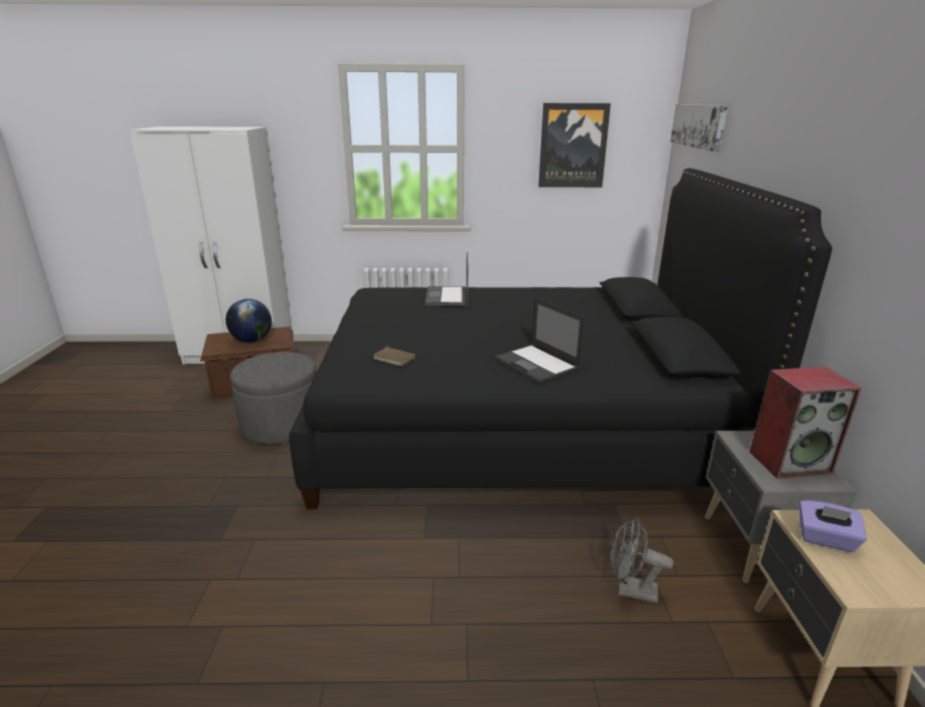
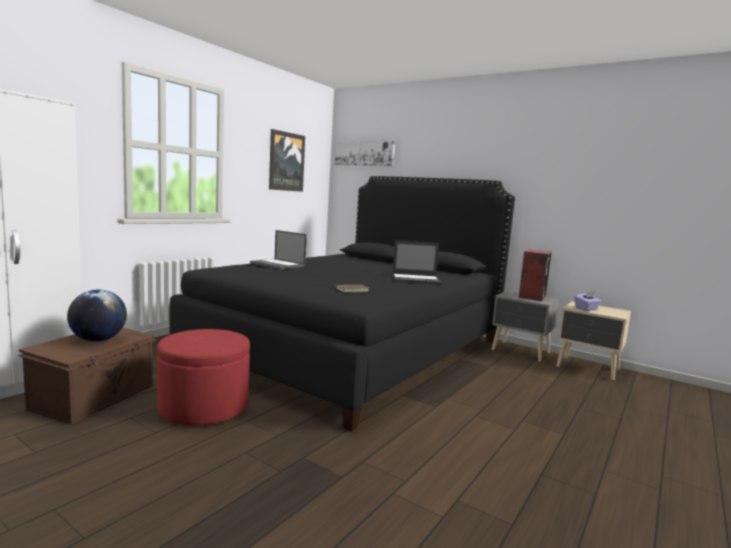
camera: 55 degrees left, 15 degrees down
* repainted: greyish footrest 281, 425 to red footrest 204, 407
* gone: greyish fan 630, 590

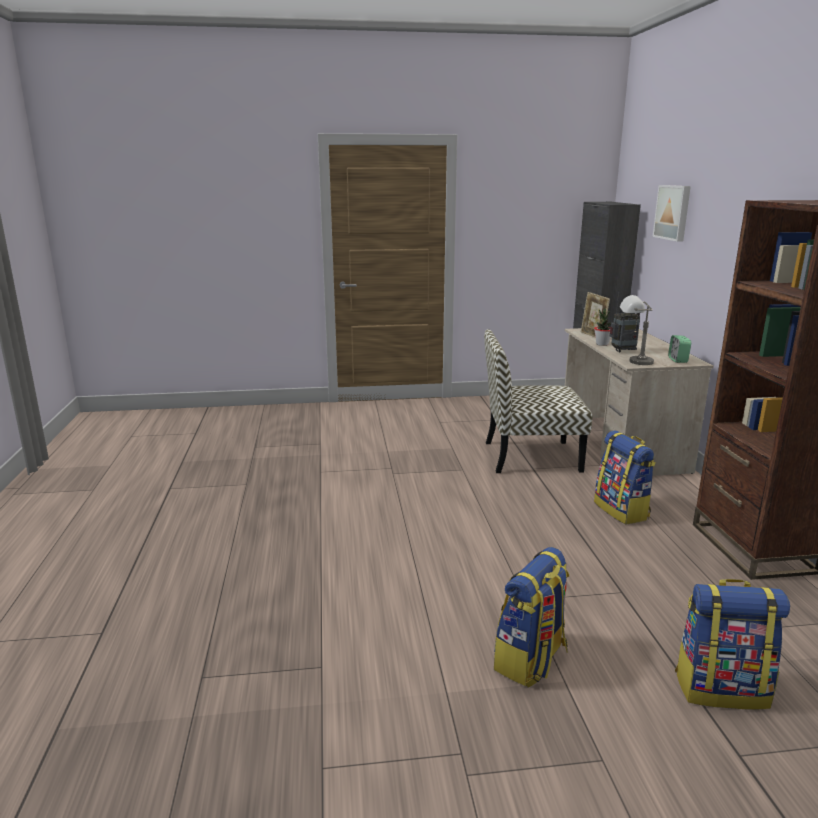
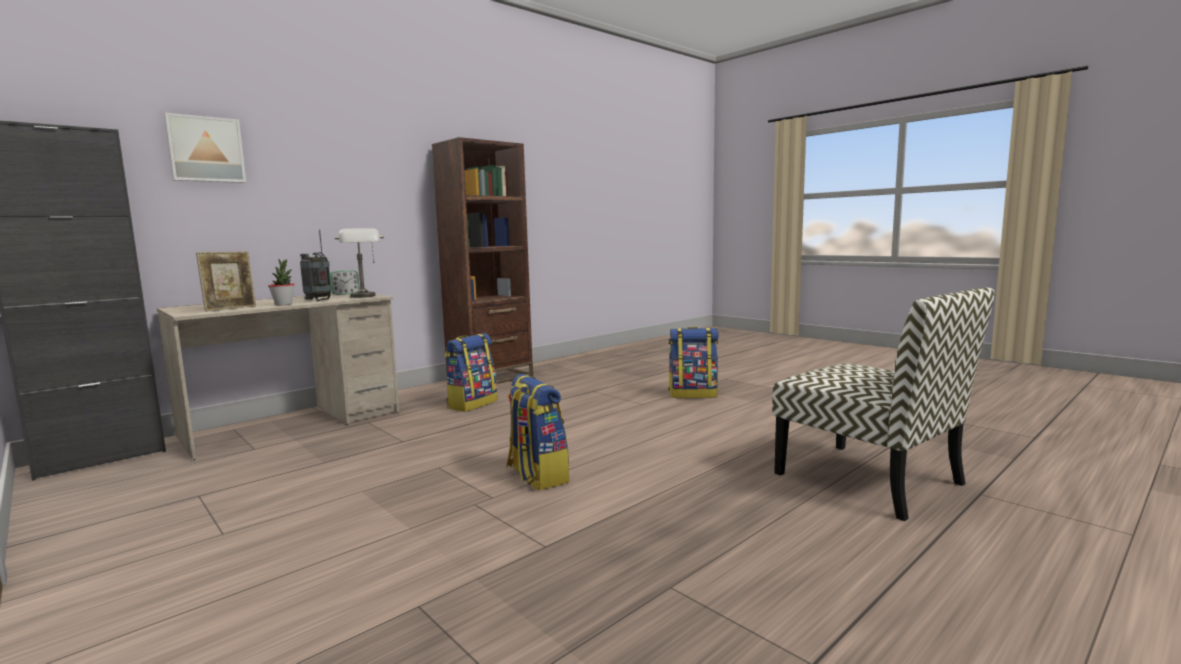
camera: 125 degrees left, 10 degrees down
* shifted: knapsack 721, 688 to 536, 476
* shifted: upright chair 530, 457 to 870, 479

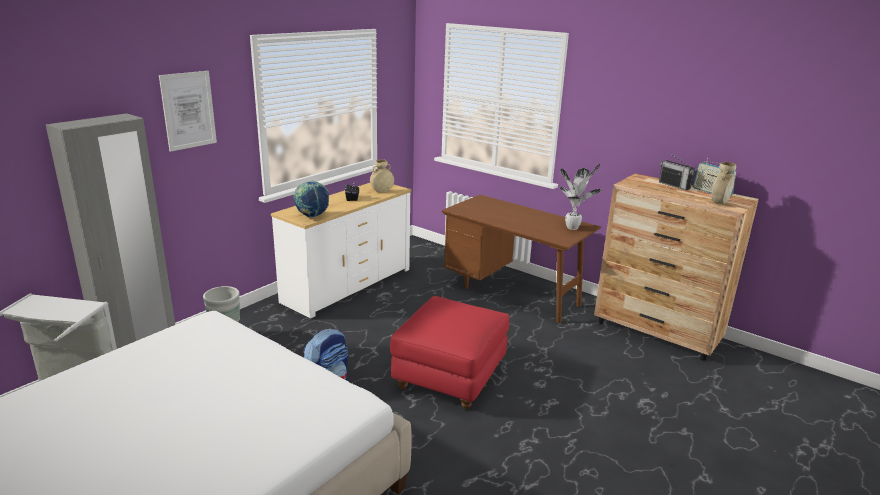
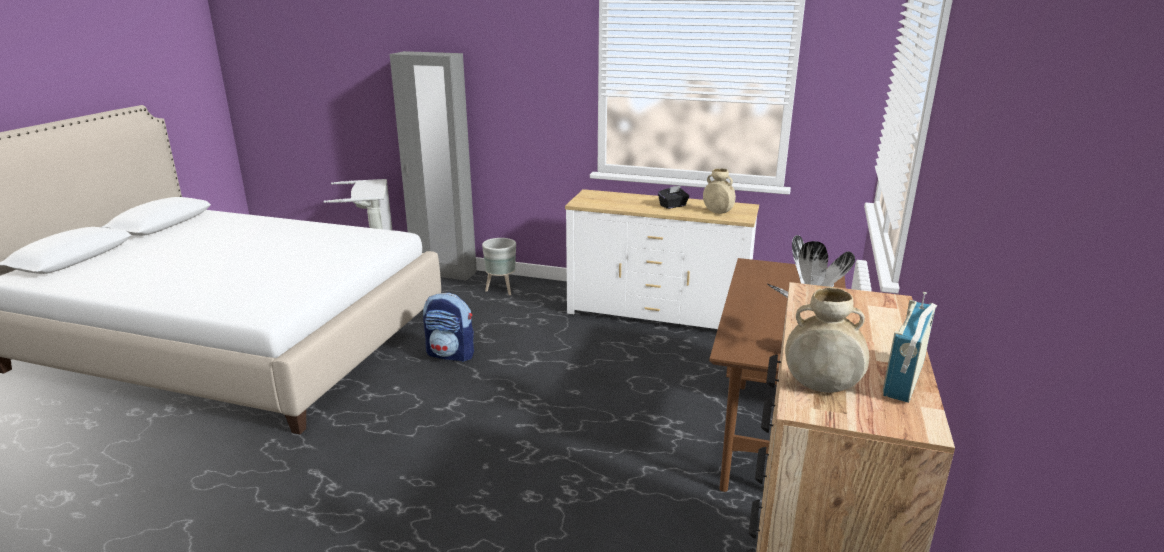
camera: 70 degrees right, 0 degrees up
* gone: wall picture 188, 110
* gone: globe 312, 216
* gone: red footrest 449, 377
* gone: radio 674, 185

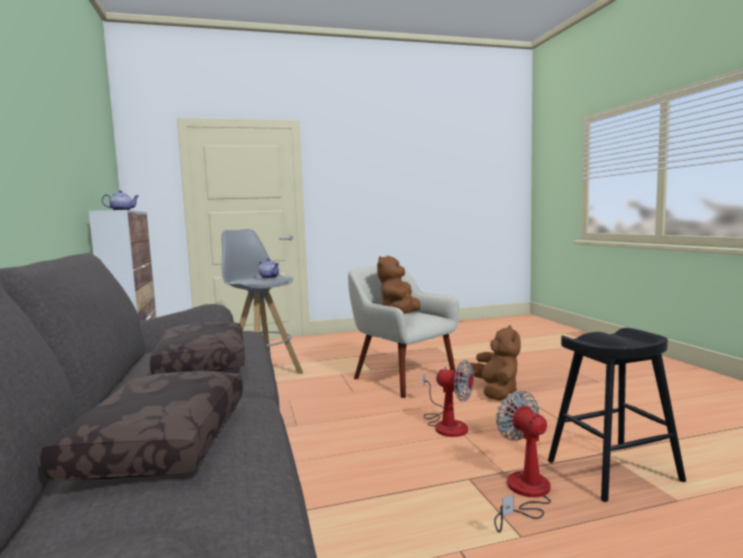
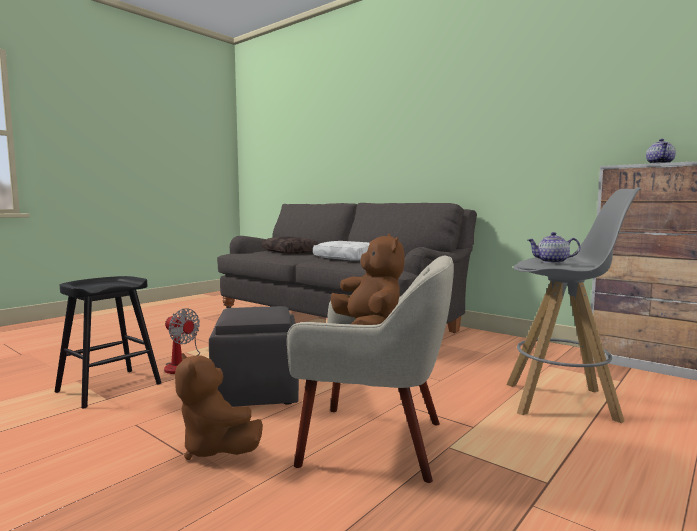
camera: 145 degrees right, 0 degrees up
* swapped: fan 447, 424 to greyish footrest 257, 392
* repainted: brownish throw pillow 201, 362 to white throw pillow 348, 258

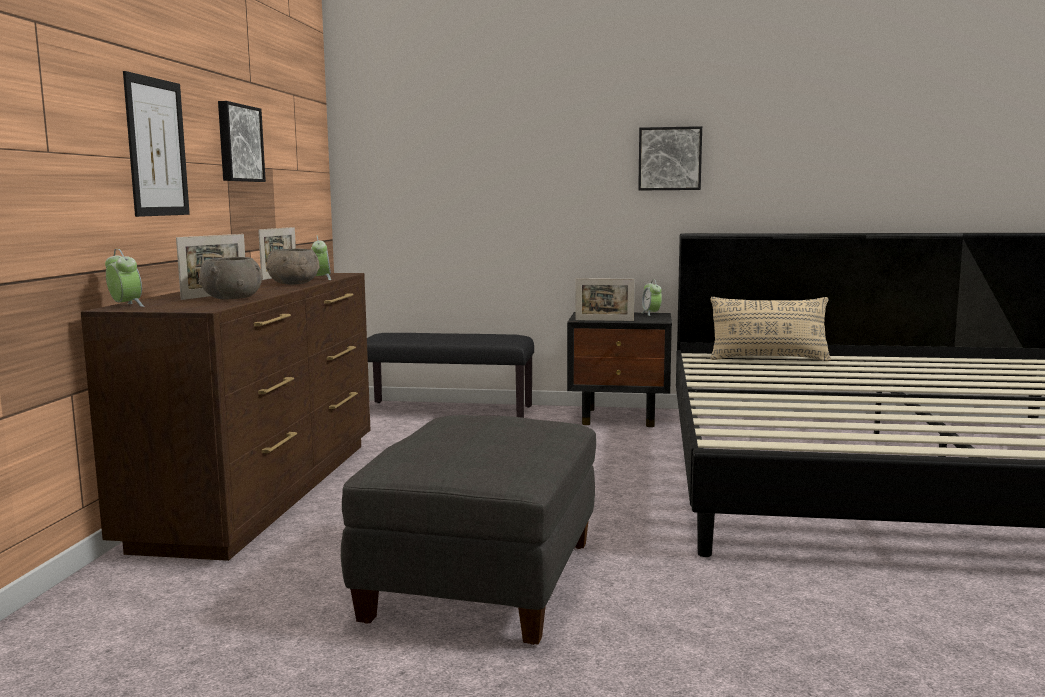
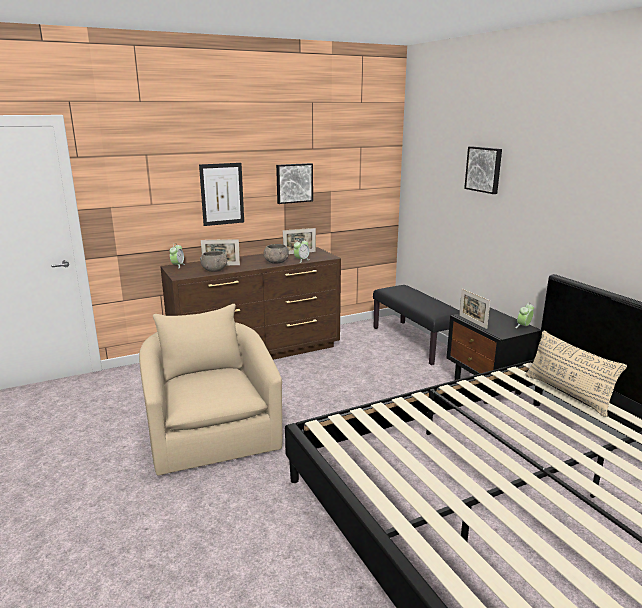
camera: 55 degrees right, 10 degrees up
* swapped: greyish footrest 482, 580 to beige-coloured lounge chair 212, 433
* shifted: wall picture 669, 159 to 484, 169

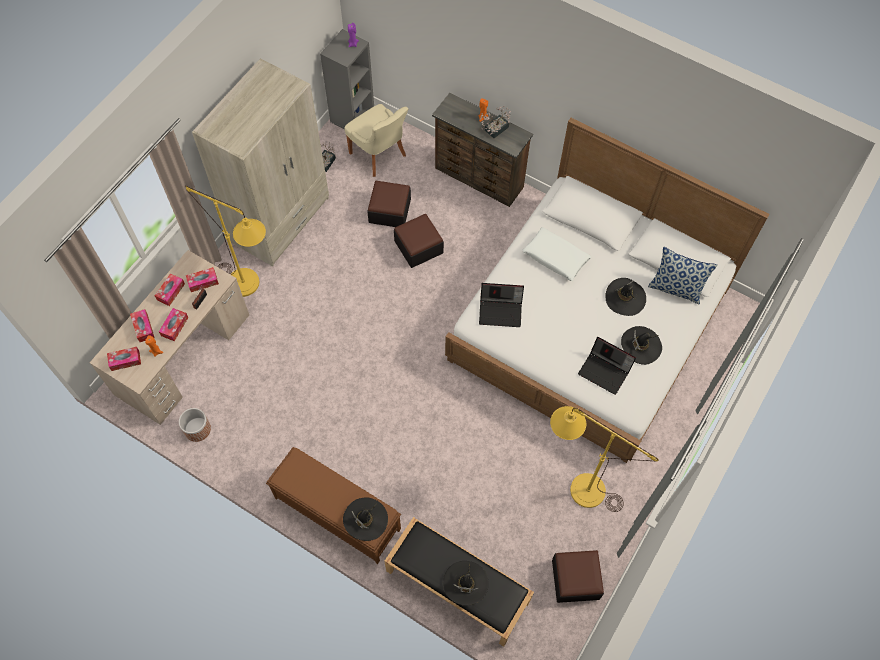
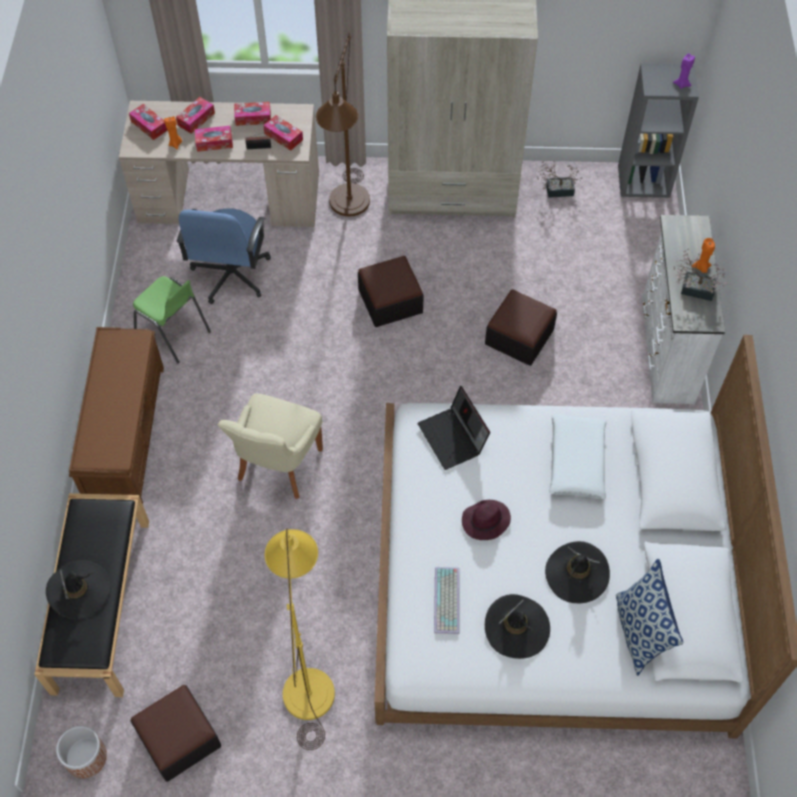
camera: 60 degrees right, 5 degrees down
* shifted: planter 197, 429 to 85, 757
* new: green-coloured upright chair 173, 333
* new: blue-coloured desk chair 231, 275
* shifted: beige-coloured upright chair 379, 155 to 277, 466
* repainted: yellow standard lamp 250, 287 to brownish standard lamp 348, 210
* shifted: footrest 389, 211 to 390, 301
* swapped: laptop 605, 371 to keyboard 448, 601
* new: purplish hat 485, 521
* repainted: brownish dresser 479, 179 to white dresser 665, 349
* gone: black hat 365, 519

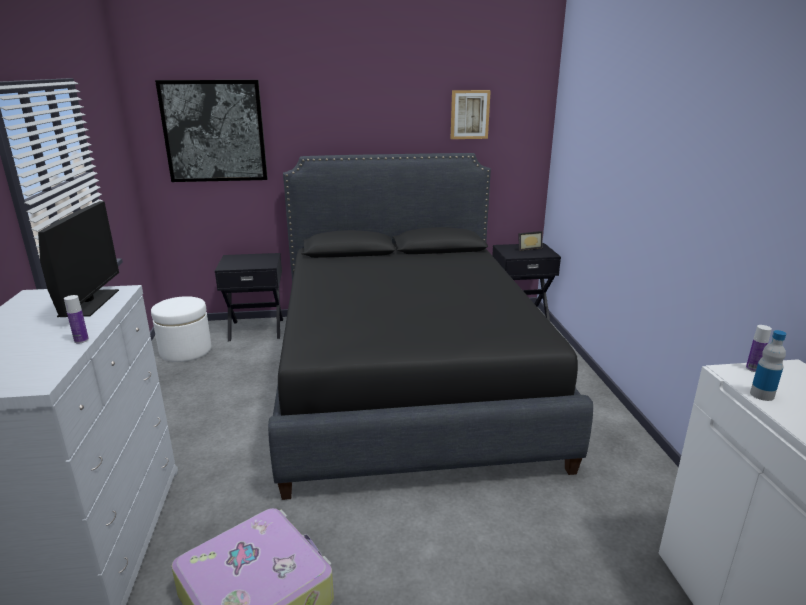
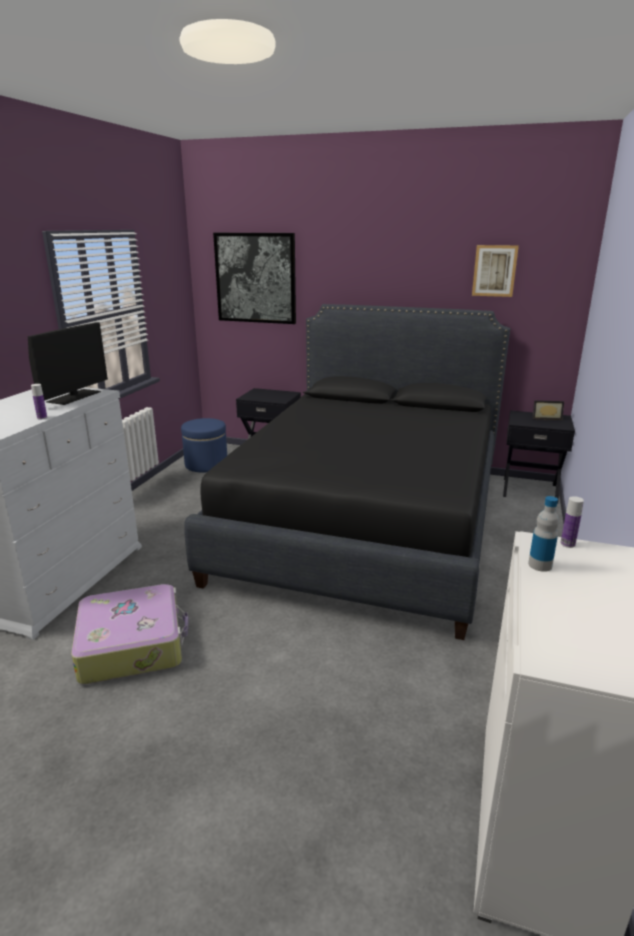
camera: 25 degrees right, 0 degrees up
* repainted: white footrest 185, 350 to blue-coloured footrest 206, 464

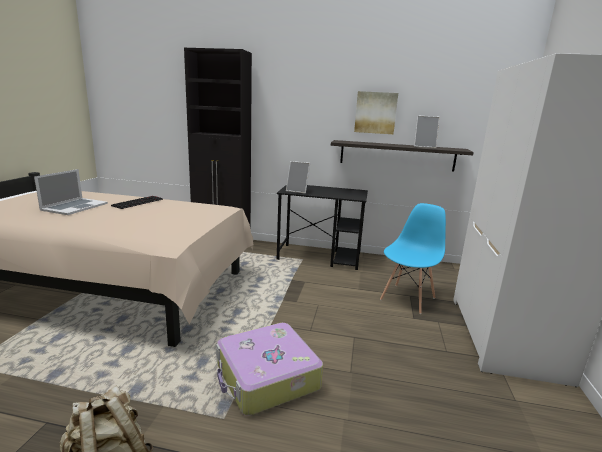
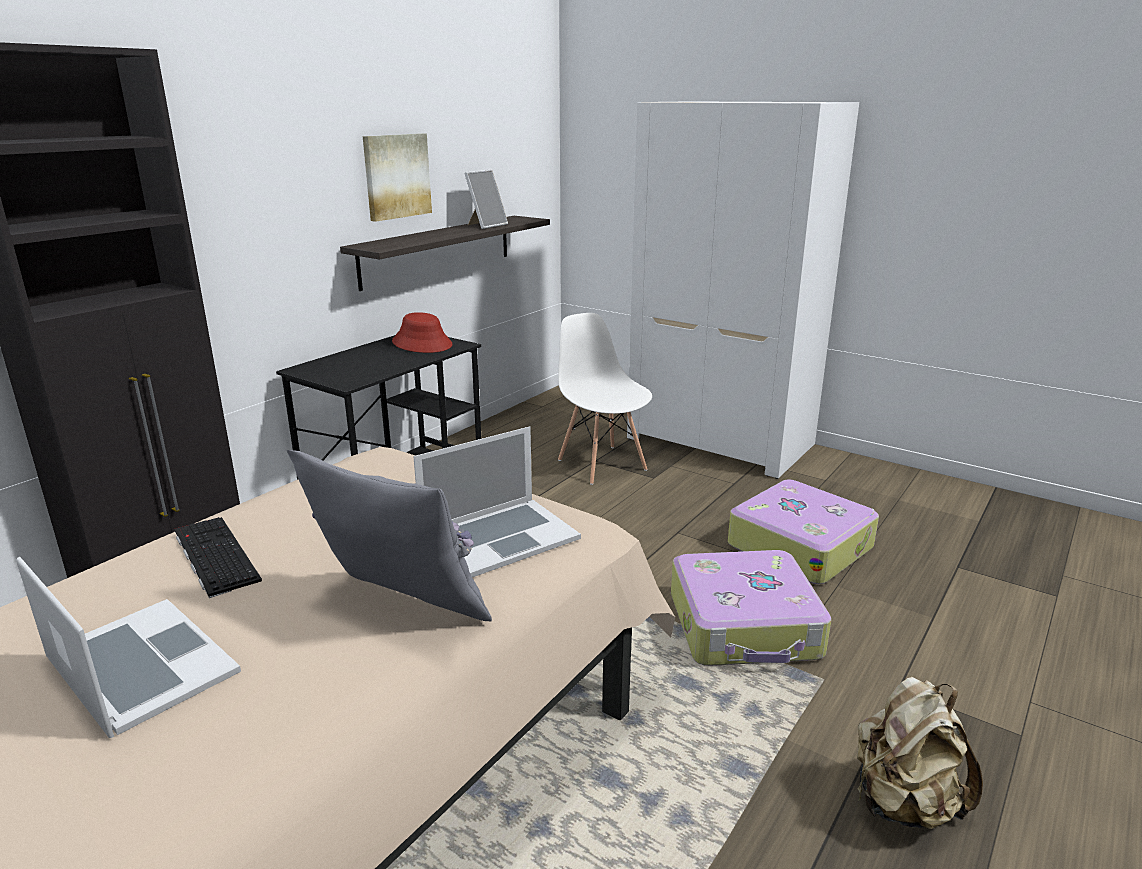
camera: 65 degrees left, 5 degrees up
* new: greyish throw pillow 397, 611
* new: red hat 422, 343
* new: laptop 499, 537
* repainted: blue-coloured upright chair 408, 298 to white upright chair 602, 464
* new: piece of luggage 800, 545
* gone: picture frame 297, 191

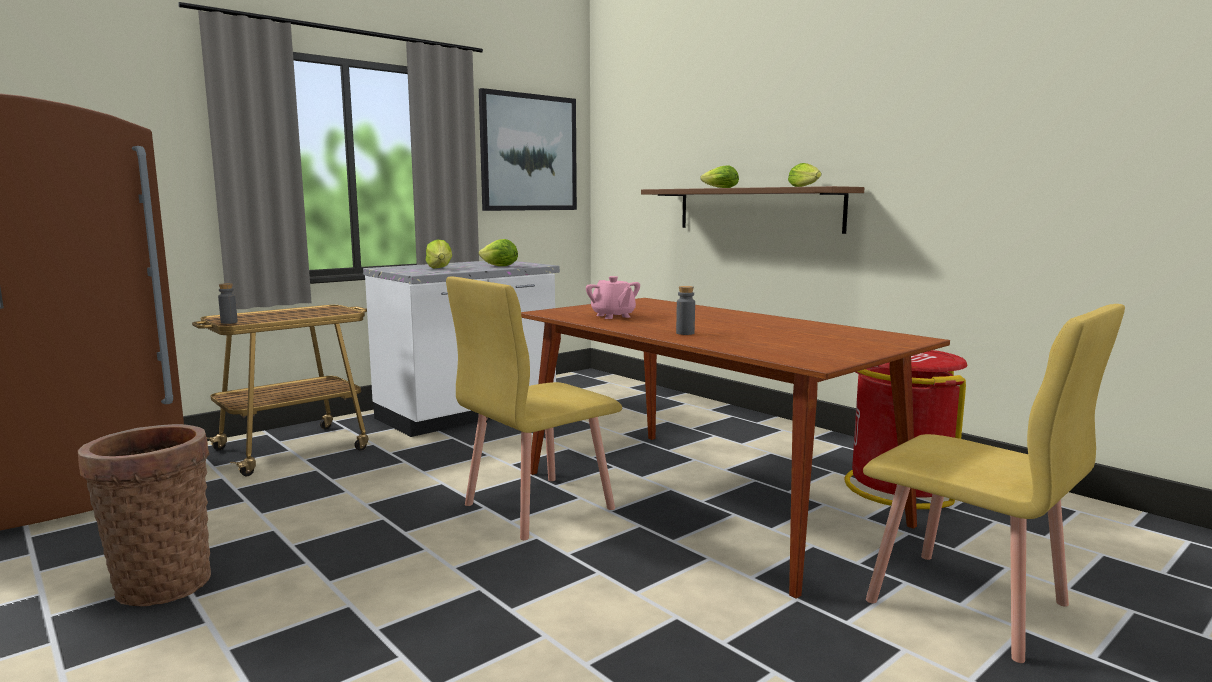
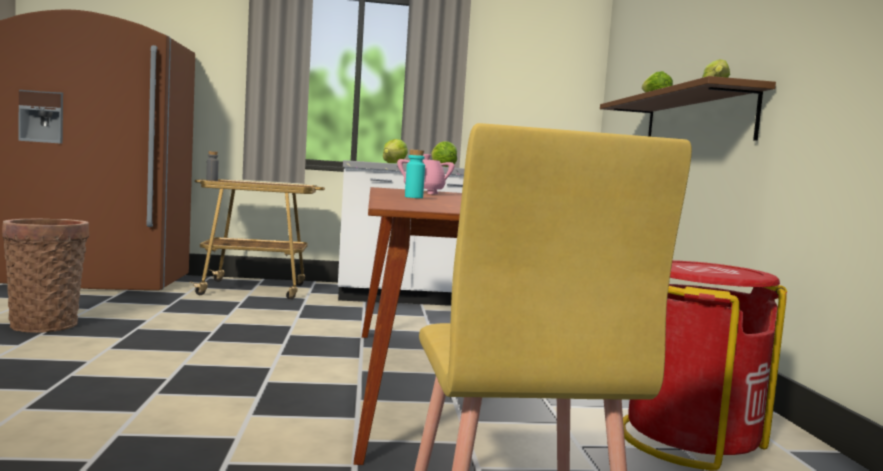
camera: 35 degrees right, 5 degrees down
* repainted: greyish beverage bottle 685, 333 to turquoise beverage bottle 413, 197
* gone: yellow upright chair 537, 506
* gone: wall picture 529, 153

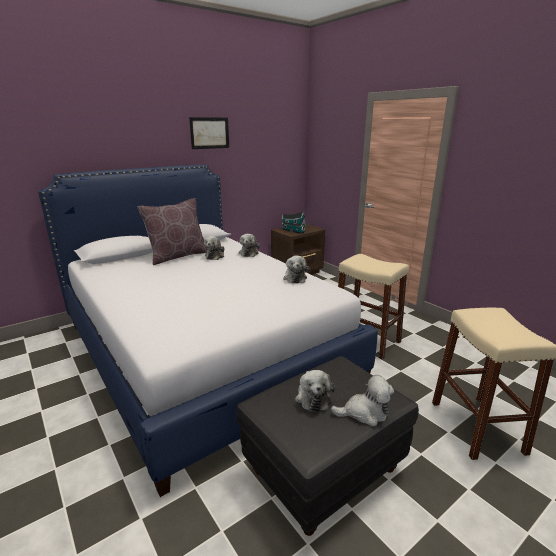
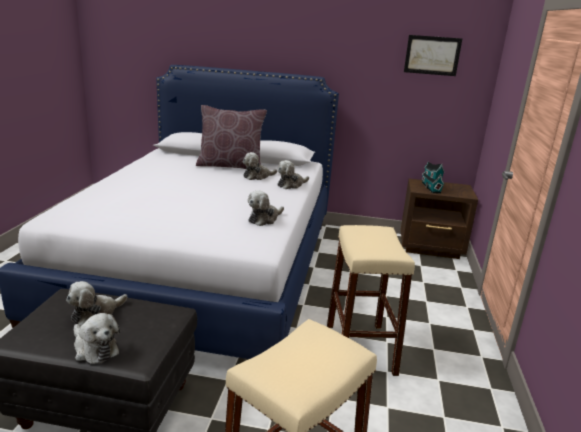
camera: 45 degrees right, 0 degrees up
* shifted: wall picture 209, 133 to 432, 55

